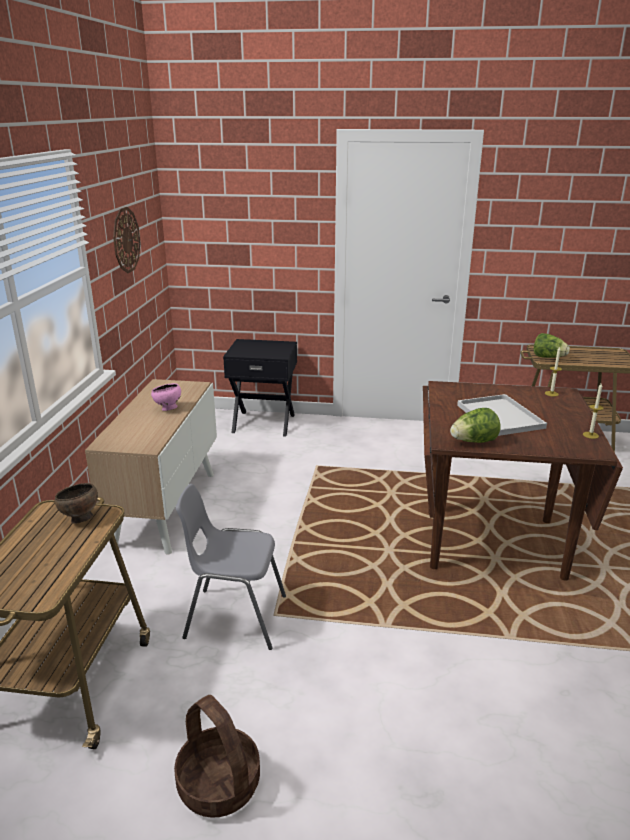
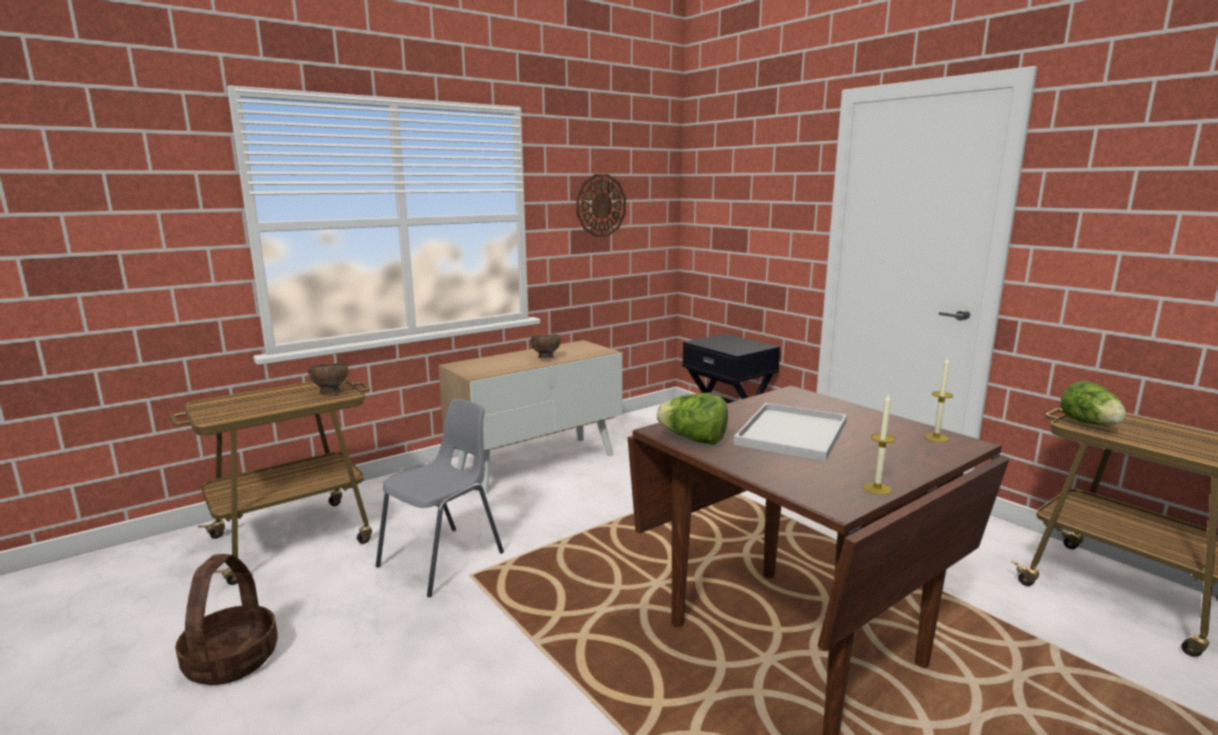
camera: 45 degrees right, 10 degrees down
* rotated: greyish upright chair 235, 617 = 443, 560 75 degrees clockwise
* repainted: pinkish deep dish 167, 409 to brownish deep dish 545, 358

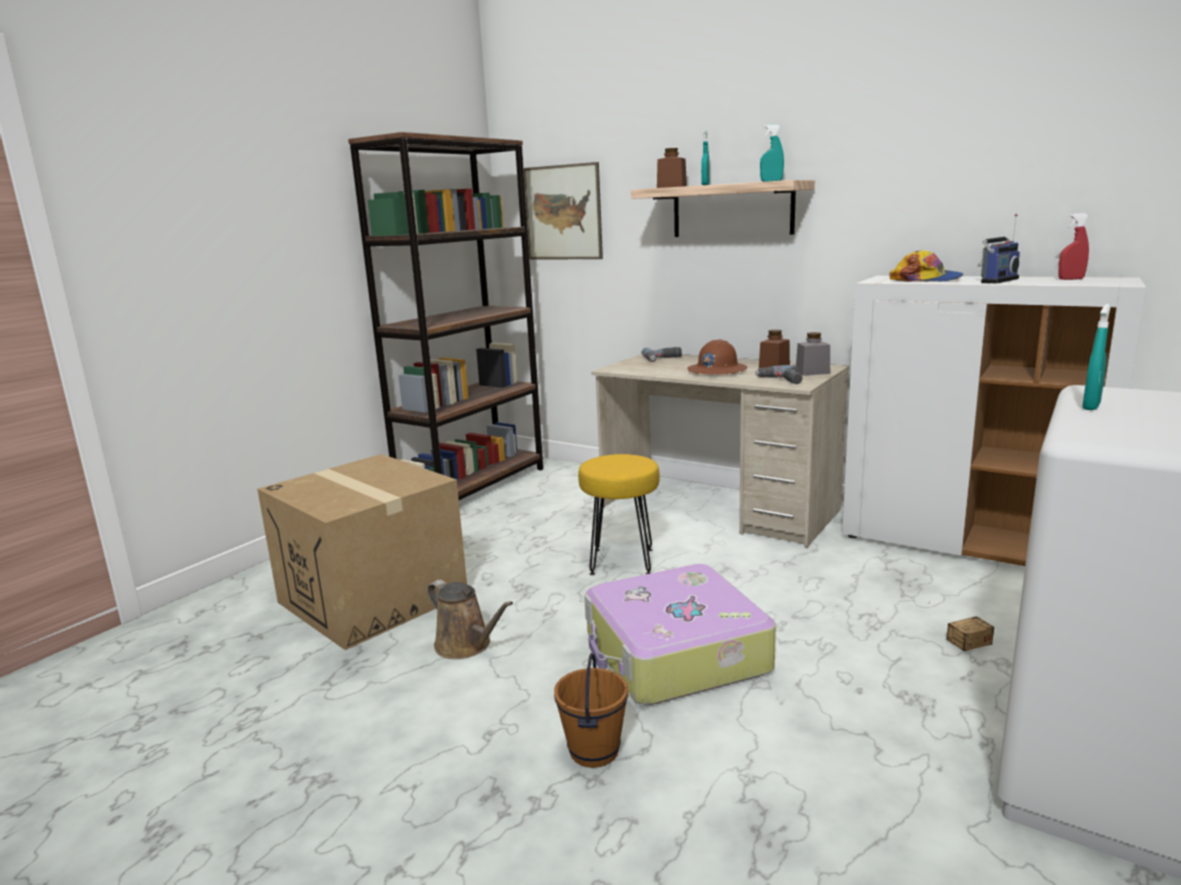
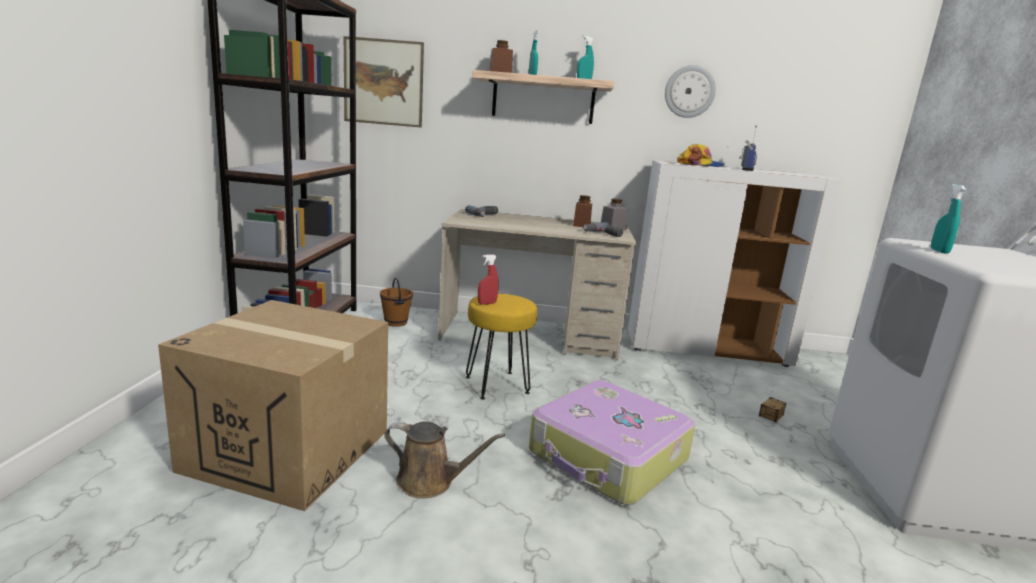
camera: 30 degrees left, 0 degrees up
* shifted: brownish bucket 593, 751 to 395, 323
* shifted: red spray bottle 1071, 279 to 487, 303
* new: hanging clock 689, 91
* gone: brownish work helmet 717, 370

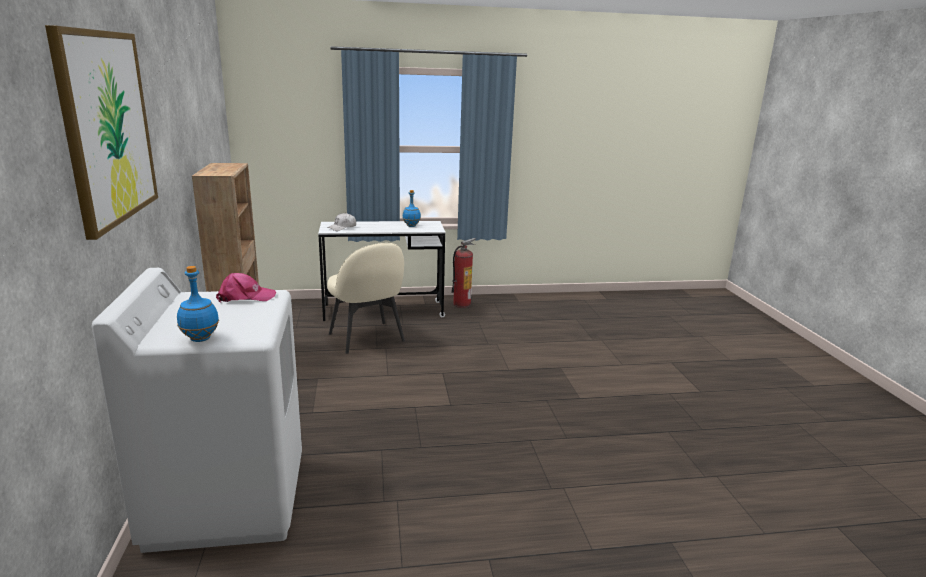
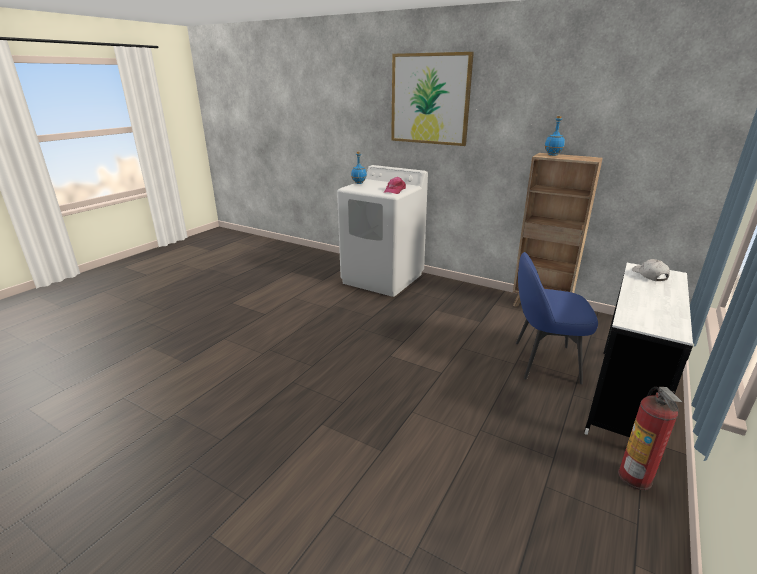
camera: 130 degrees right, 5 degrees up
* repainted: beige-coloured upright chair 367, 338 to blue-coloured upright chair 544, 361
* shifted: blue-coloured beverage bottle 411, 226 to 553, 155

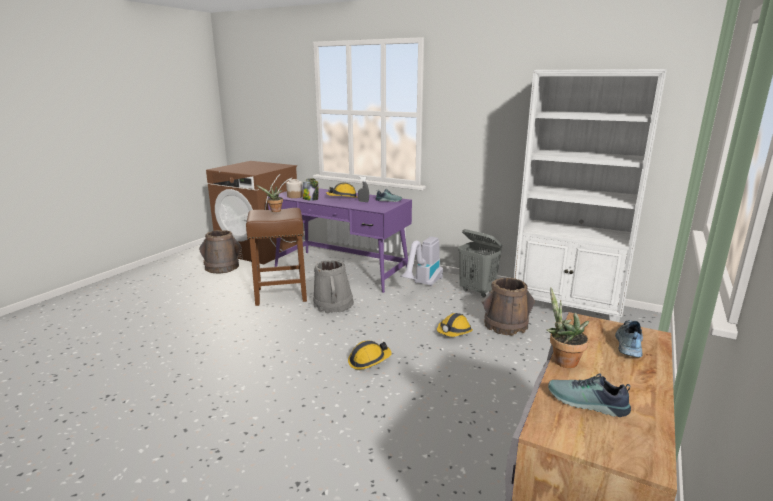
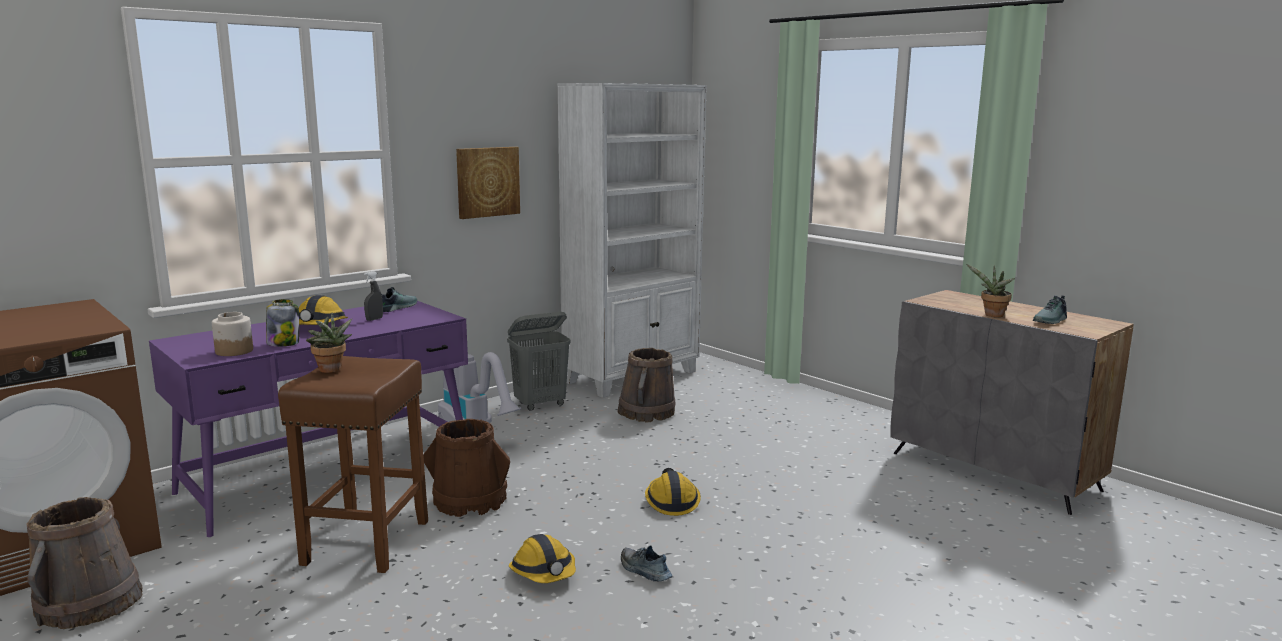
camera: 70 degrees left, 5 degrees down
* repainted: greyish bucket 333, 304 to brownish bucket 469, 501
* new: wall picture 487, 182
* shifted: work helmet 454, 332 to 544, 573
* shifted: low shoe 628, 344 to 644, 571

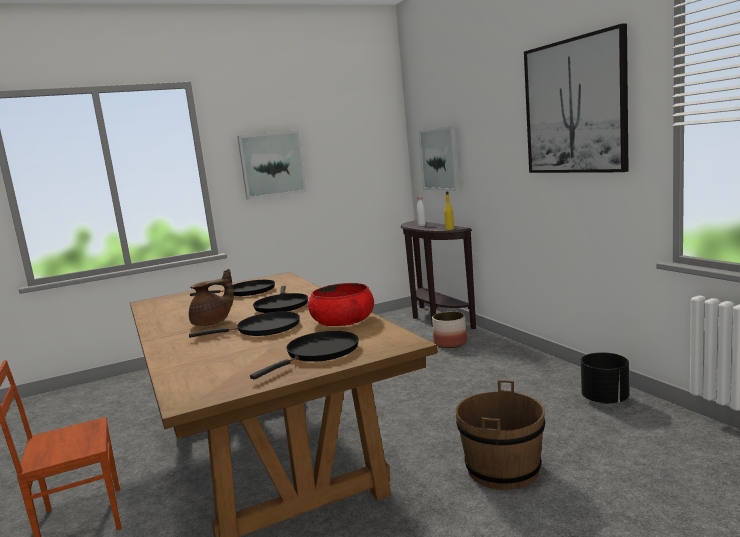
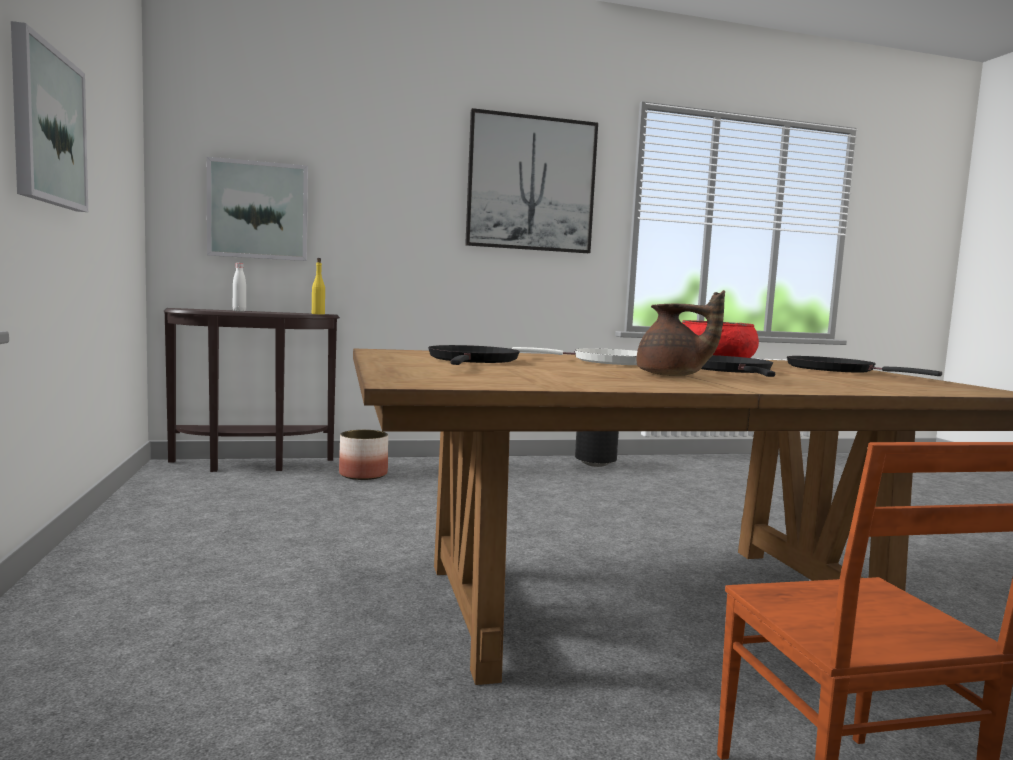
camera: 80 degrees left, 5 degrees down
* repainted: black skillet 281, 306 to white skillet 609, 362
* rotated: brownish teapot 212, 323 = 672, 375 135 degrees clockwise
* gone: brownish bucket 502, 469

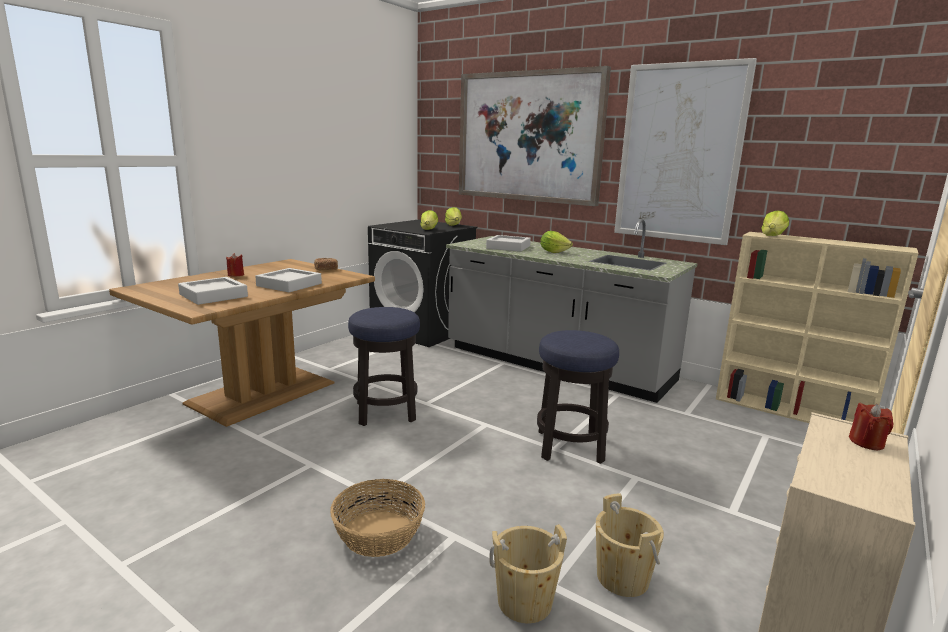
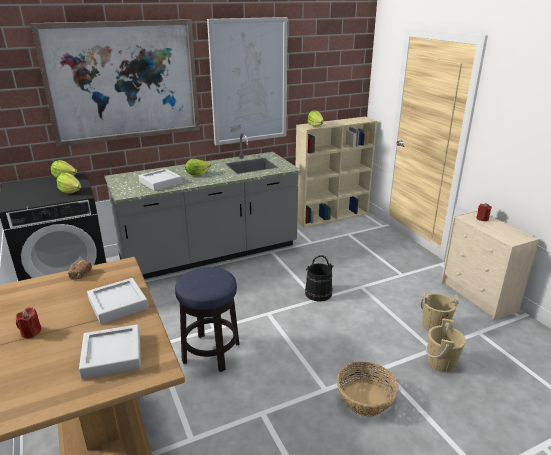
camera: 60 degrees left, 10 degrees up
* swapped: stool 570, 447 to black bucket 318, 293

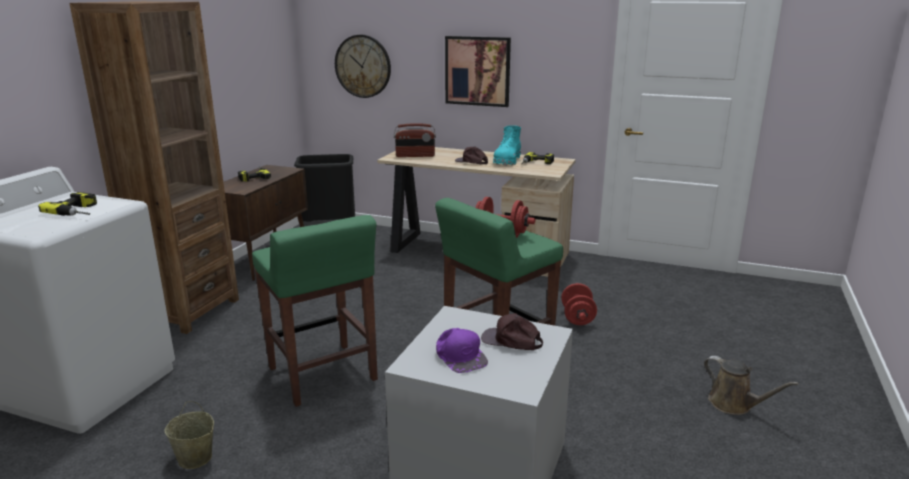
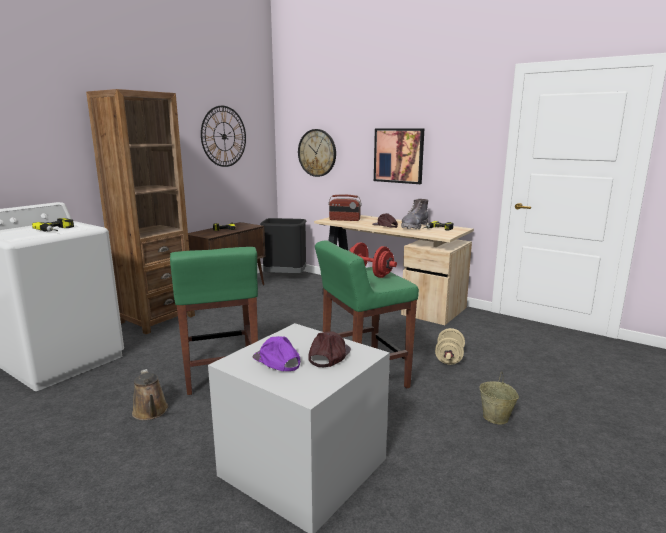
camera: 15 degrees right, 5 degrees down
* shifted: brownish watering can 734, 404 to 151, 412
* new: hanging clock 224, 136
* rotated: purplish peaked cap 460, 356 = 277, 361 150 degrees clockwise
* rotated: brownish peaked cap 511, 341 = 328, 355 75 degrees clockwise
* repainted: turquoise tall boot 507, 161 to greyish tall boot 414, 227
* repainted: red hand weight 577, 318 to beige-coloured hand weight 449, 358
* shifted: beige-coloured bucket 195, 458 to 496, 417

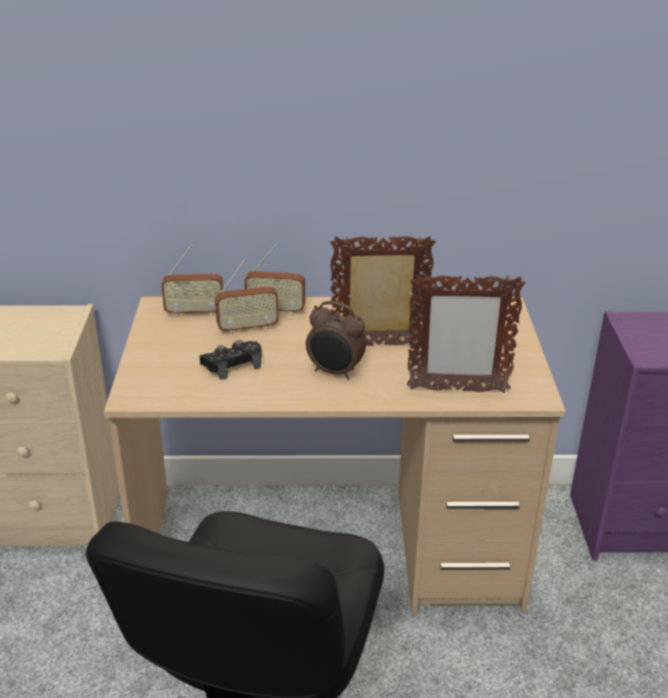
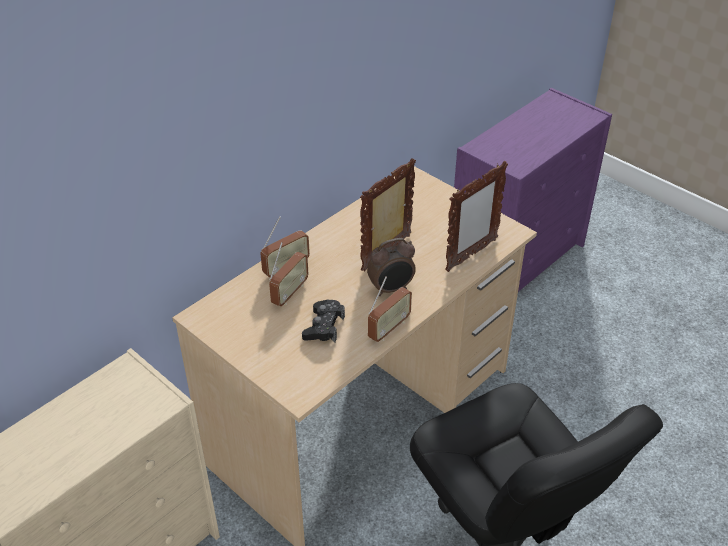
camera: 45 degrees left, 10 degrees up
* shifted: radio 194, 313 to 389, 328

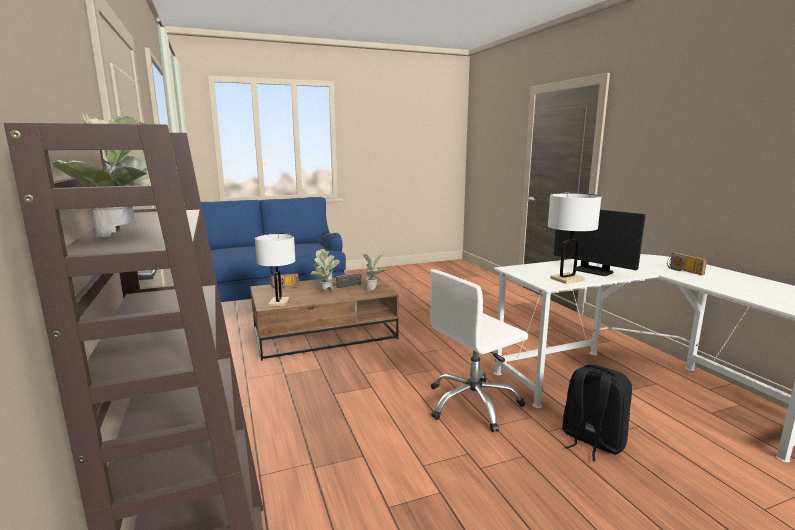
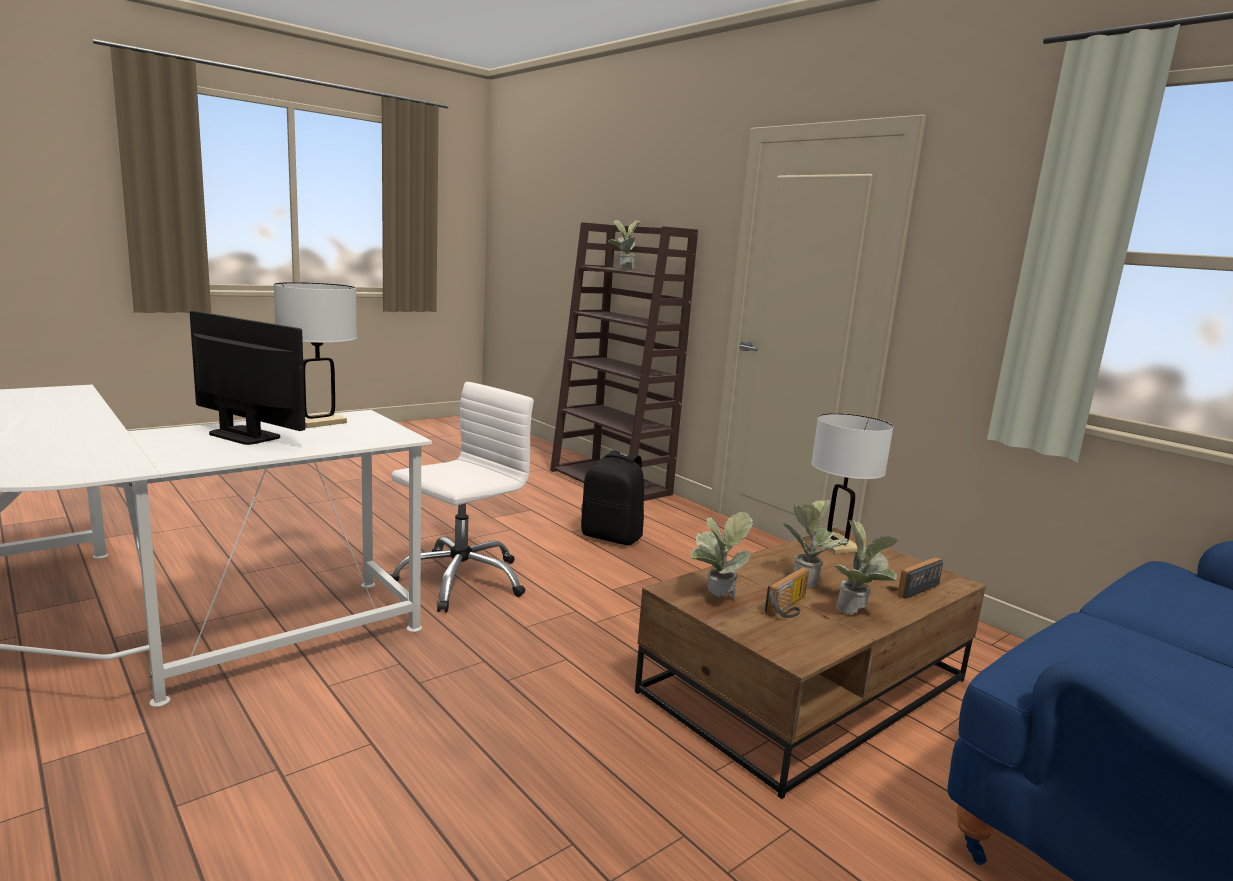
camera: 160 degrees right, 0 degrees up
* shifted: black knapsack 591, 441 to 612, 537
* gone: radio 683, 271

